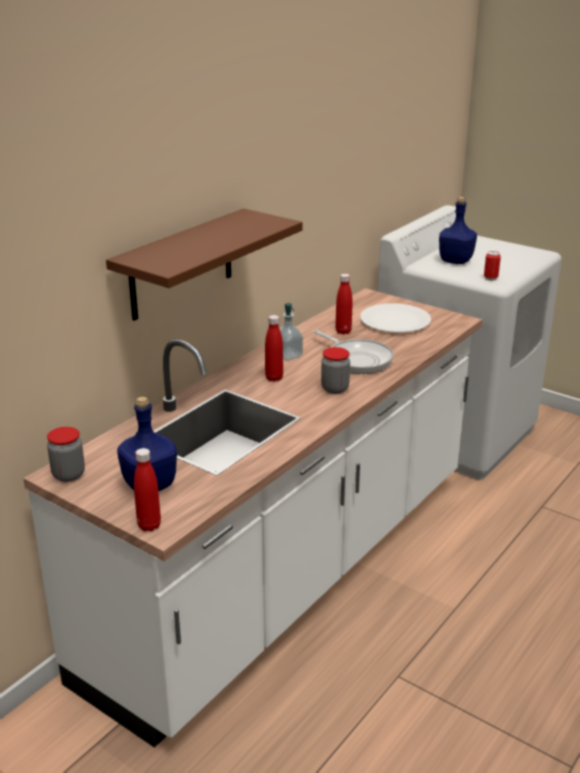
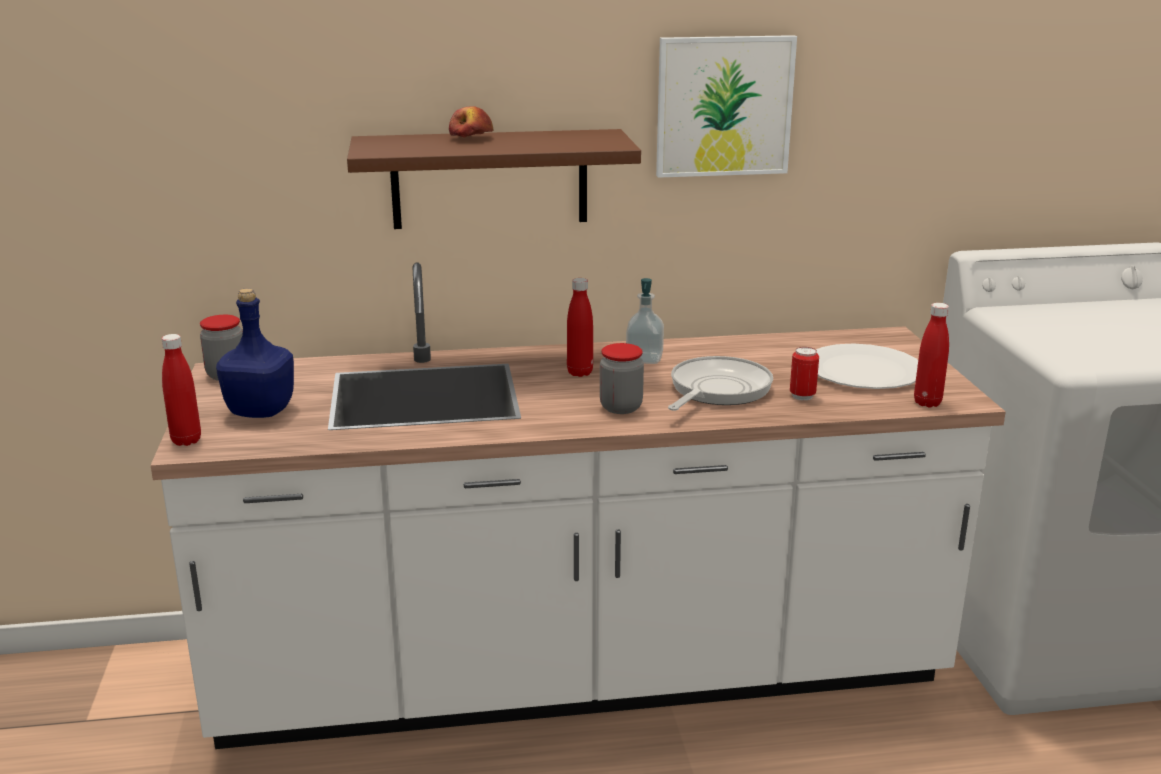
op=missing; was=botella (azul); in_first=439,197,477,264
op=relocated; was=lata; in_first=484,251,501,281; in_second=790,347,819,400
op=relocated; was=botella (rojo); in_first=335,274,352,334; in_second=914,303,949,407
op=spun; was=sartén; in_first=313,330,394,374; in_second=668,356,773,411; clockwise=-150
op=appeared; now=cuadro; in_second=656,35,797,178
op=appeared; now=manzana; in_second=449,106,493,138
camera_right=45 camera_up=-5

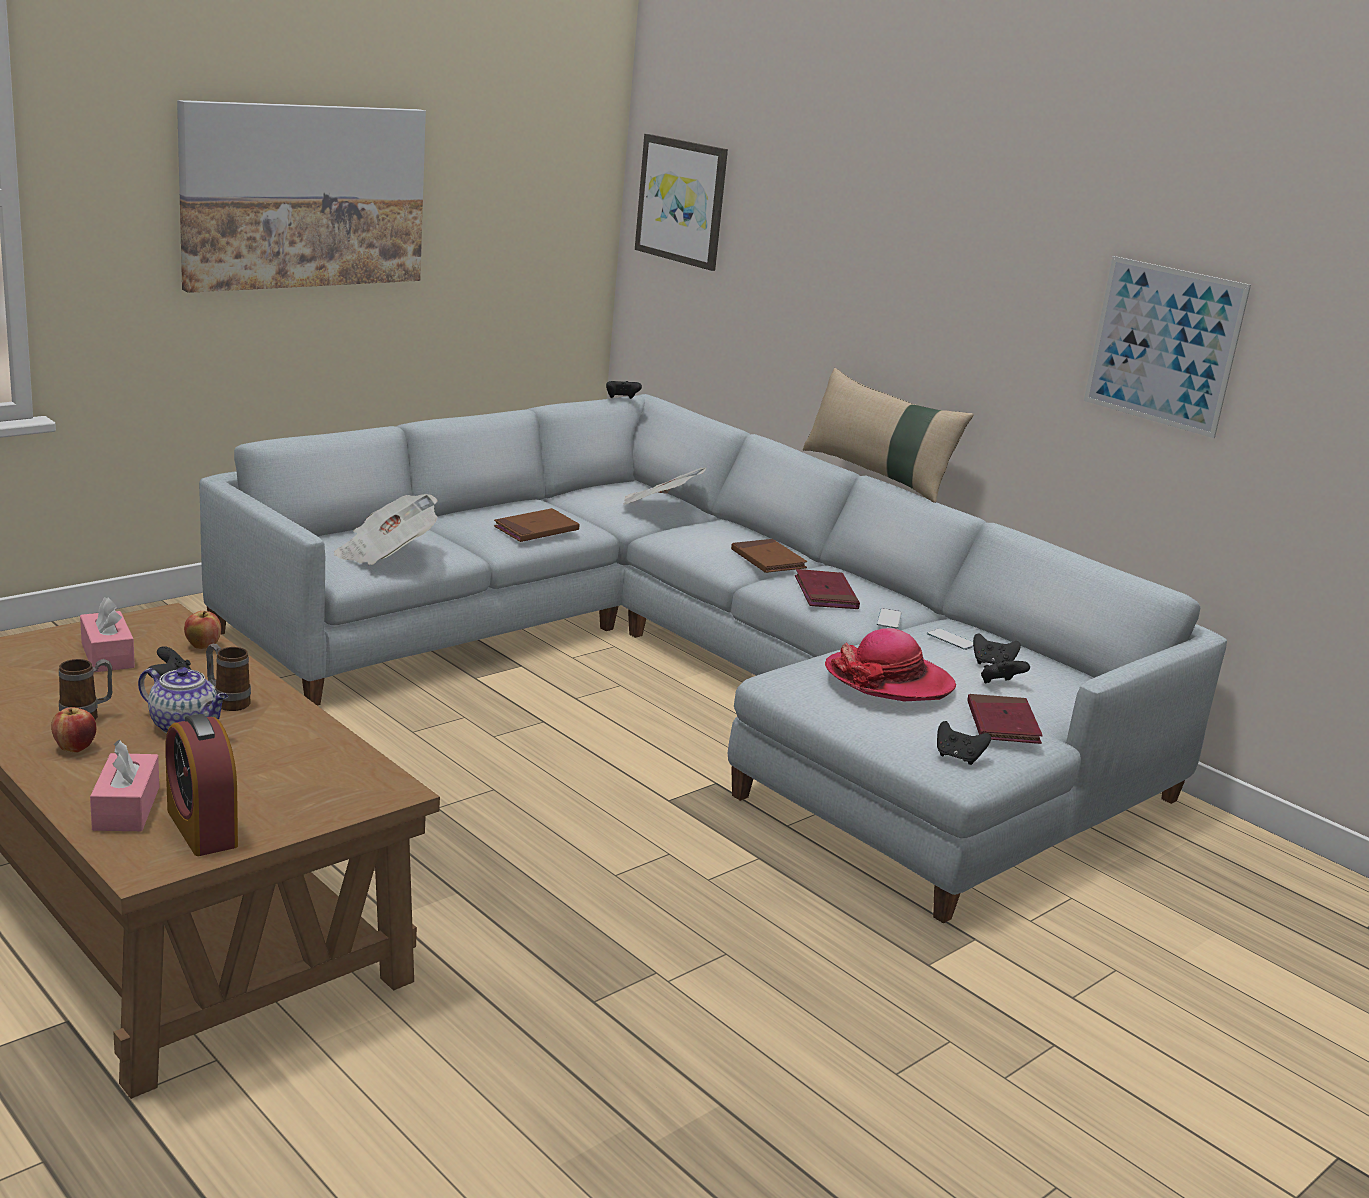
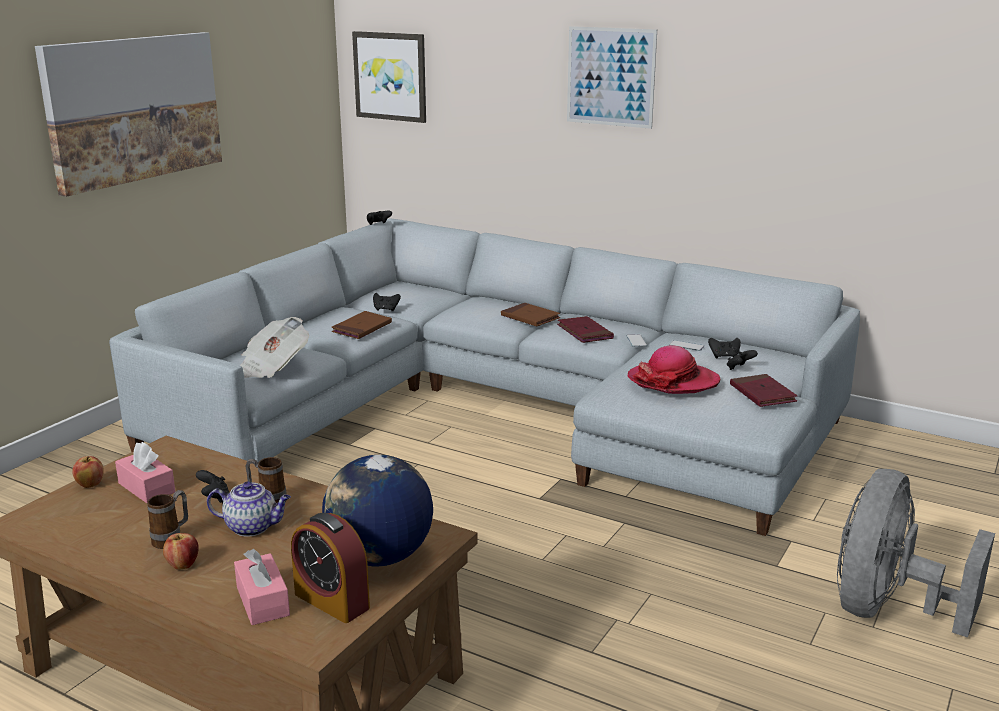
op=relocated; was=cuadro; in_first=1084,256,1251,438; in_second=567,26,657,129
op=missing; was=cojín (beis); in_first=803,368,974,503
op=missing; was=periódico; in_first=624,468,707,505
op=relocated; was=manzana; in_first=184,611,221,649; in_second=72,456,104,488
op=relocated; was=mando de consola (negro); in_first=937,721,991,765; in_second=373,293,401,312
op=appeared; now=globo terráqueo; in_second=322,455,433,566
op=appeared; now=ventilador (gris); in_second=837,469,995,637
camera_right=-15 camera_up=0

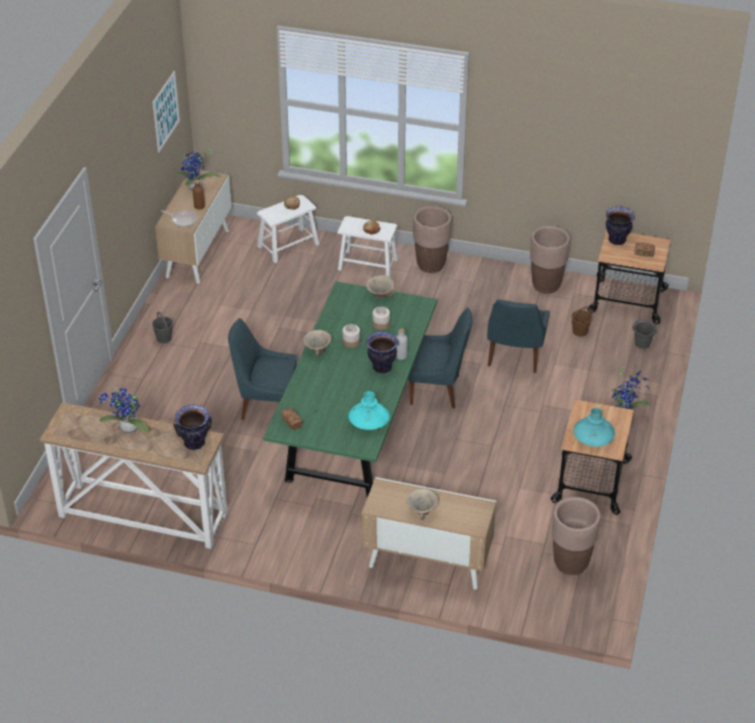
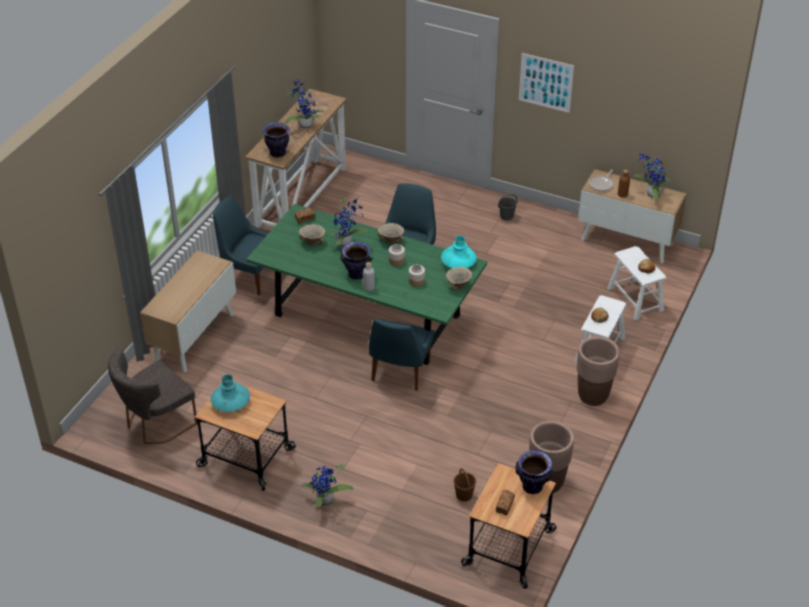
op=relocated; was=cuadro; in_first=153,71,180,153; in_second=519,53,574,113
op=relocated; was=silla (azul); in_first=487,299,550,373; in_second=213,195,268,295
op=missing; was=cubo (gris); in_first=632,319,657,349
op=relocated; was=florero (turquesa); in_first=348,391,390,430; in_second=441,236,477,268
op=relocated; was=cuenco (beis); in_first=407,489,438,520; in_second=299,224,325,245
op=exchanged; was=maceta (marrón); now=silla (gris); in_first=552,497,601,575; in_second=108,348,197,444
op=appeared; now=planta en maceta; in_second=328,196,367,247
camera_right=100 camera_up=0

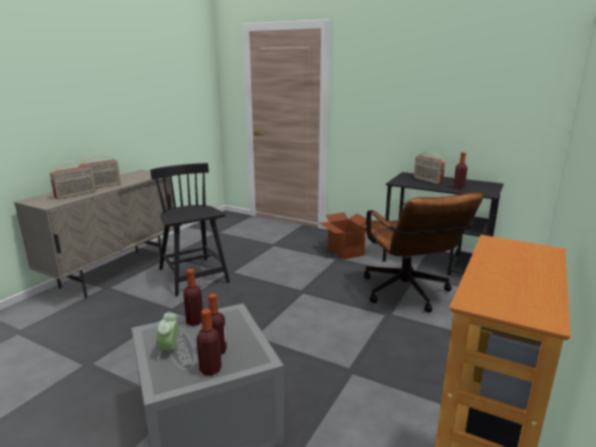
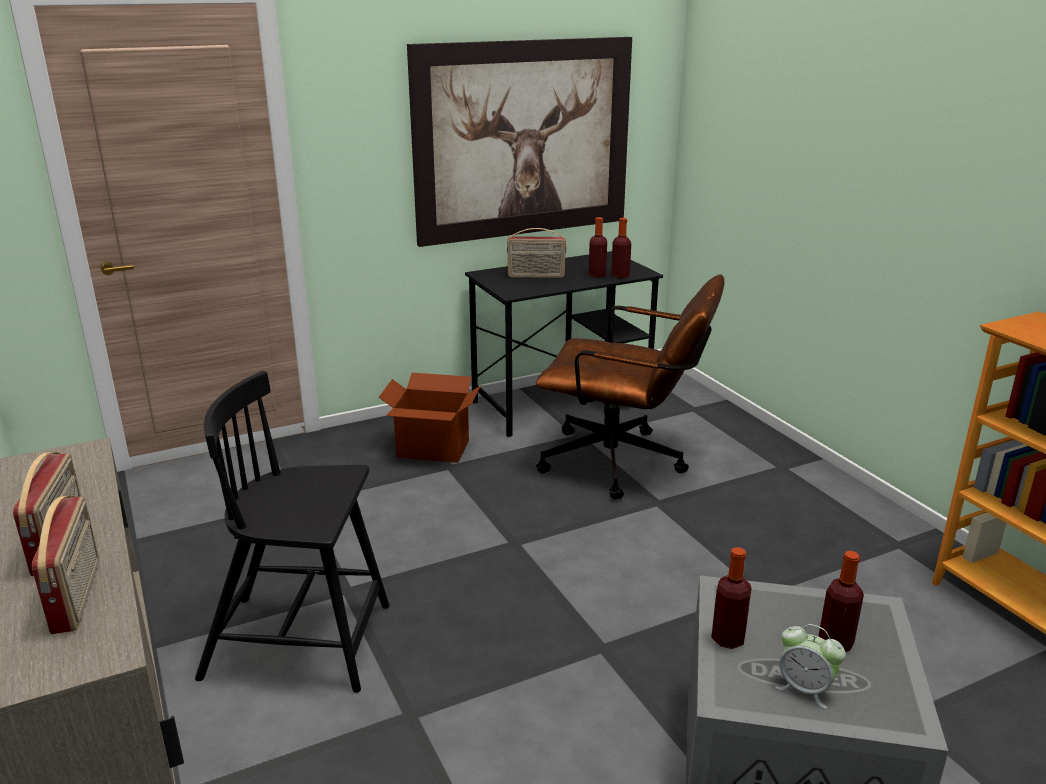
op=relocated; was=botella; in_first=196,309,222,376; in_second=611,218,631,278
op=appeared; now=cuadro; in_second=407,37,632,247
camera_right=-55 camera_up=5

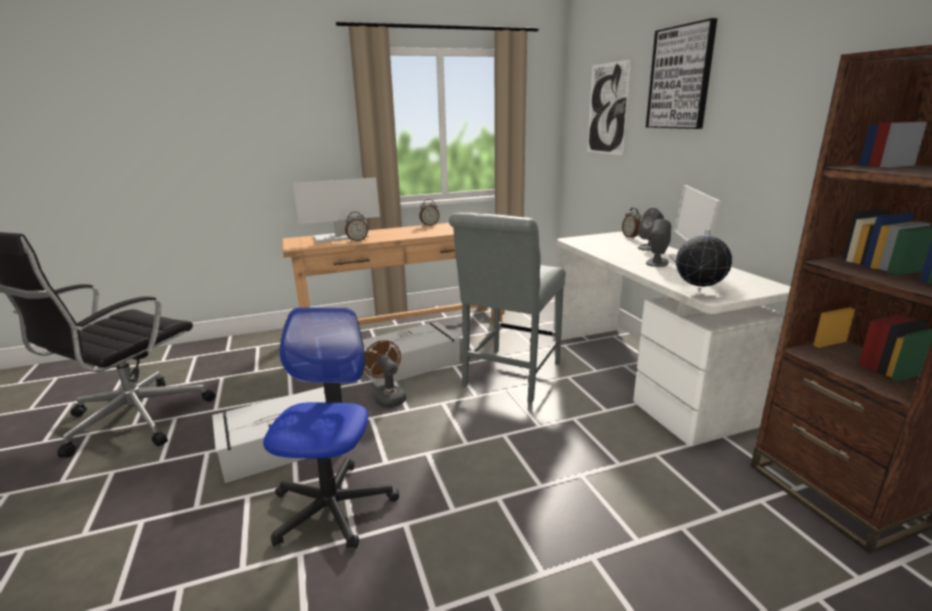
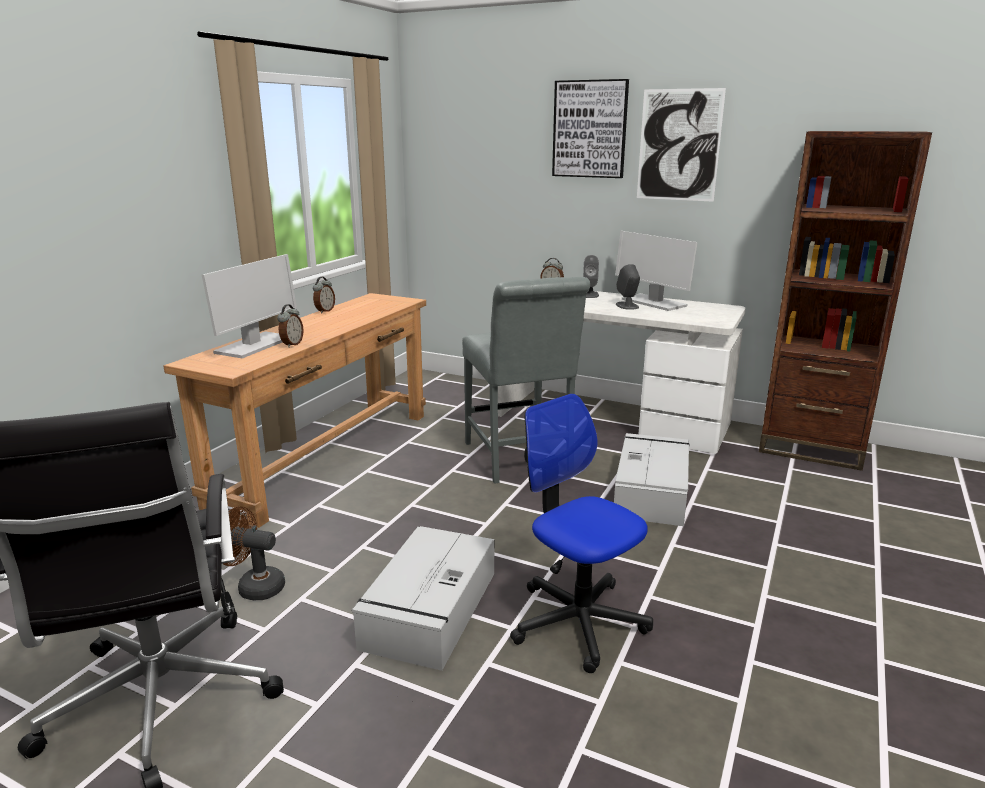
op=relocated; was=cuadro; in_first=587,59,631,155; in_second=637,88,726,202
op=missing; was=globo terráqueo; in_first=676,230,732,293
op=relocated; was=caja de almacenaje (gris); in_first=363,322,460,387; in_second=614,433,690,526
op=relocated; was=ventilador (marrón); in_first=364,340,406,408; in_second=223,507,285,600
camera_right=-45 camera_up=0

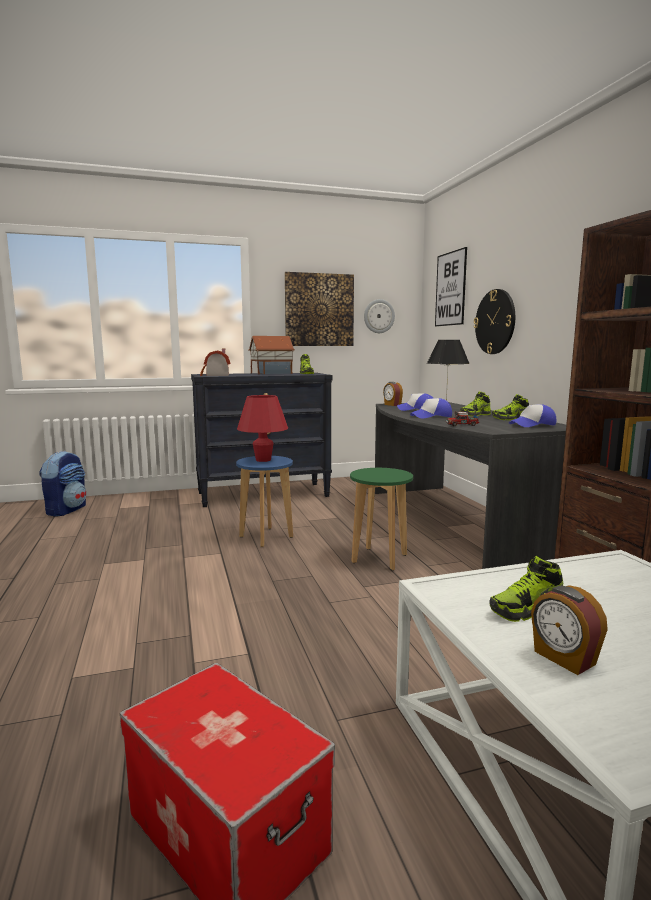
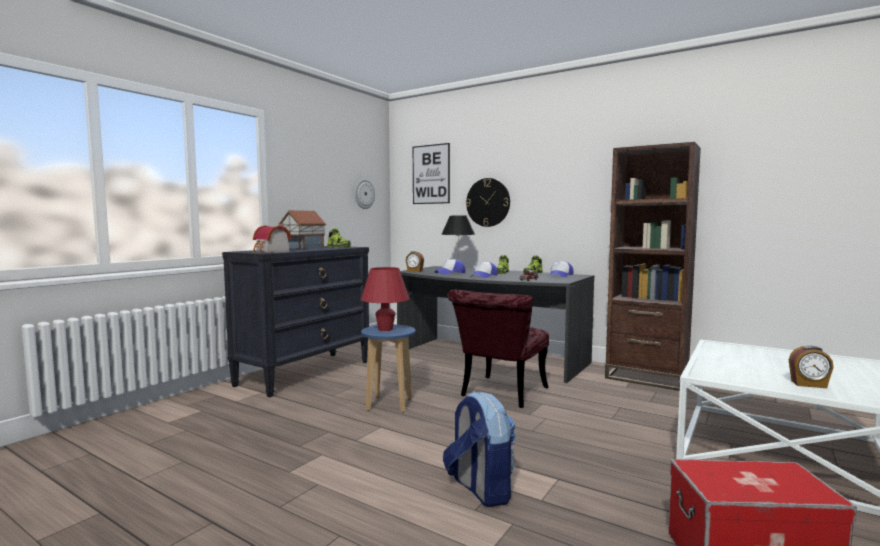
op=missing; was=cuadro; in_first=285,272,354,346
op=relocated; was=mochila; in_first=39,451,86,517; in_second=443,391,516,507
op=exchanged; was=taburete (verde); now=silla (rojo); in_first=350,468,413,570; in_second=447,290,549,408
op=missing; was=zapato; in_first=489,556,563,622
camera_right=-40 camera_up=-5

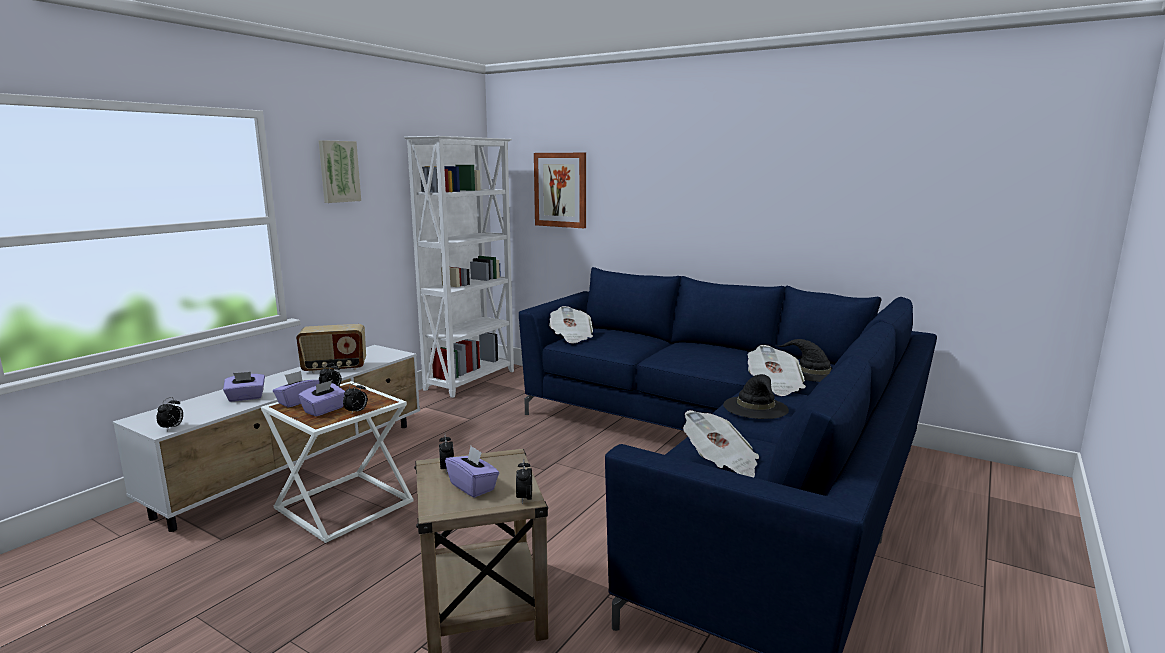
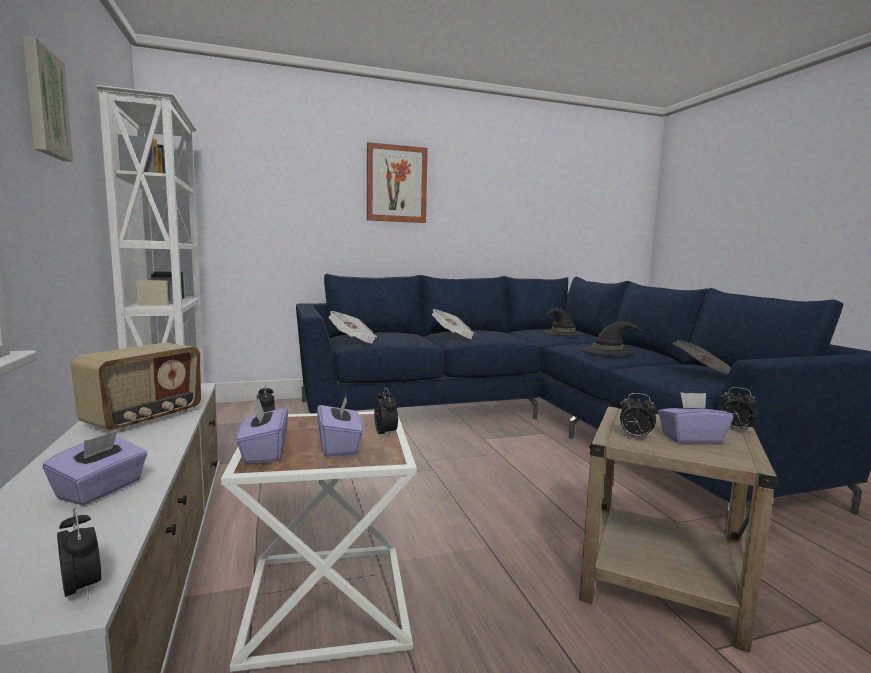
op=relocated; was=cuadro; in_first=534,153,586,228; in_second=367,142,428,223
op=relocated; was=periódico; in_first=748,345,806,396; in_second=432,309,474,339
camera_right=-50 camera_up=-5

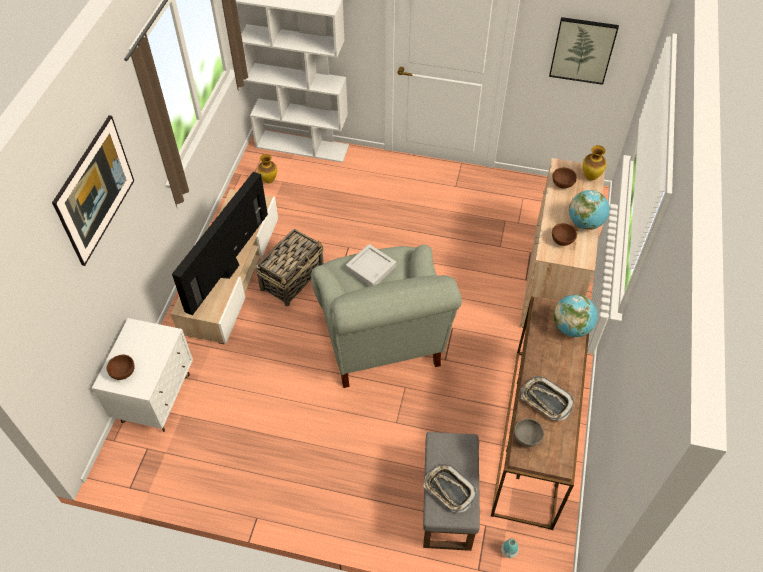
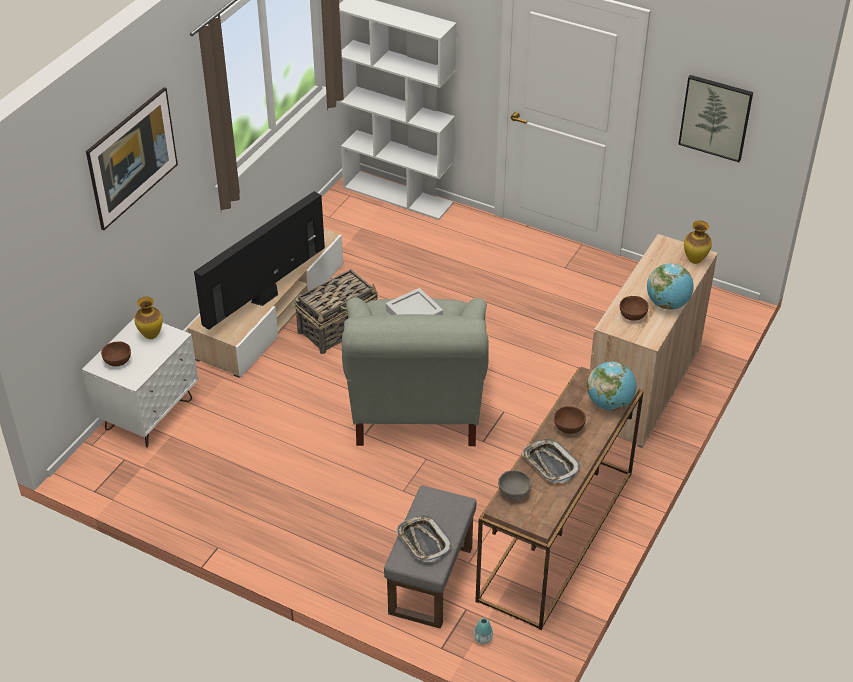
op=relocated; was=florero; in_first=258,154,277,183; in_second=134,297,163,339
op=relocated; was=cuenco (marrón); in_first=552,168,577,189; in_second=554,406,586,434
camera_right=15 camera_up=-10

